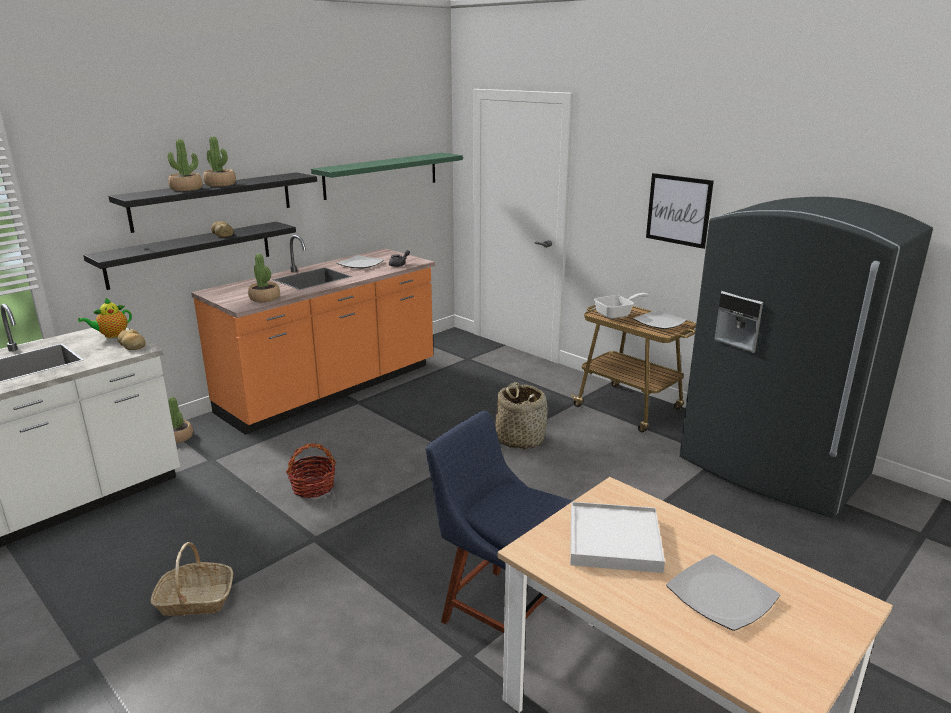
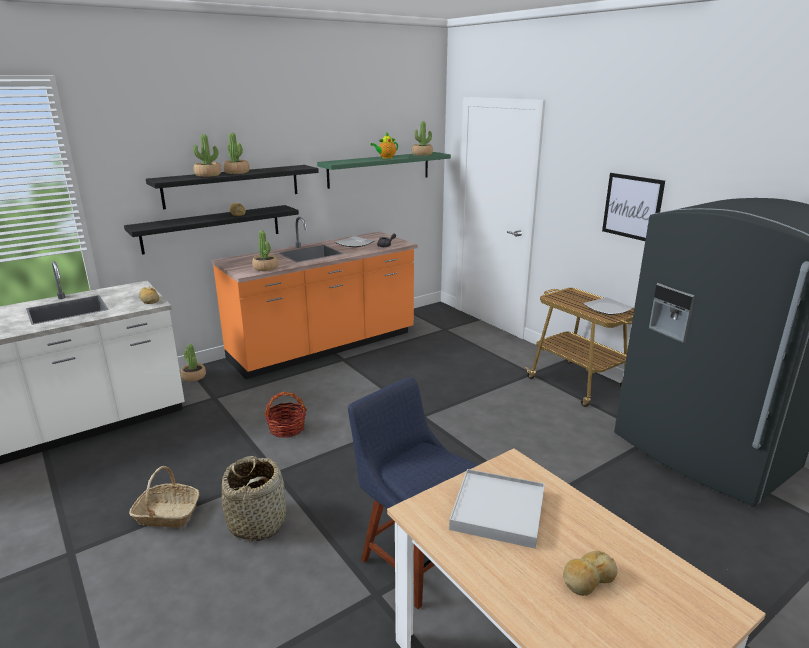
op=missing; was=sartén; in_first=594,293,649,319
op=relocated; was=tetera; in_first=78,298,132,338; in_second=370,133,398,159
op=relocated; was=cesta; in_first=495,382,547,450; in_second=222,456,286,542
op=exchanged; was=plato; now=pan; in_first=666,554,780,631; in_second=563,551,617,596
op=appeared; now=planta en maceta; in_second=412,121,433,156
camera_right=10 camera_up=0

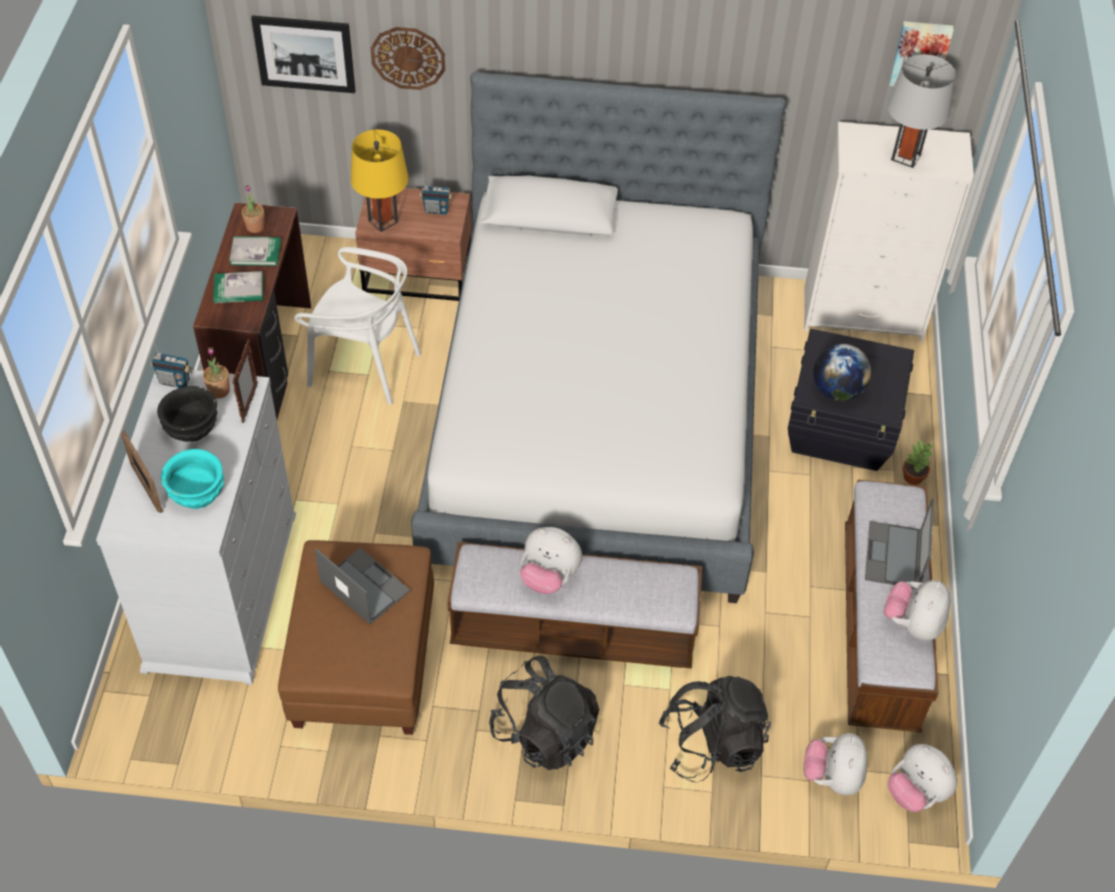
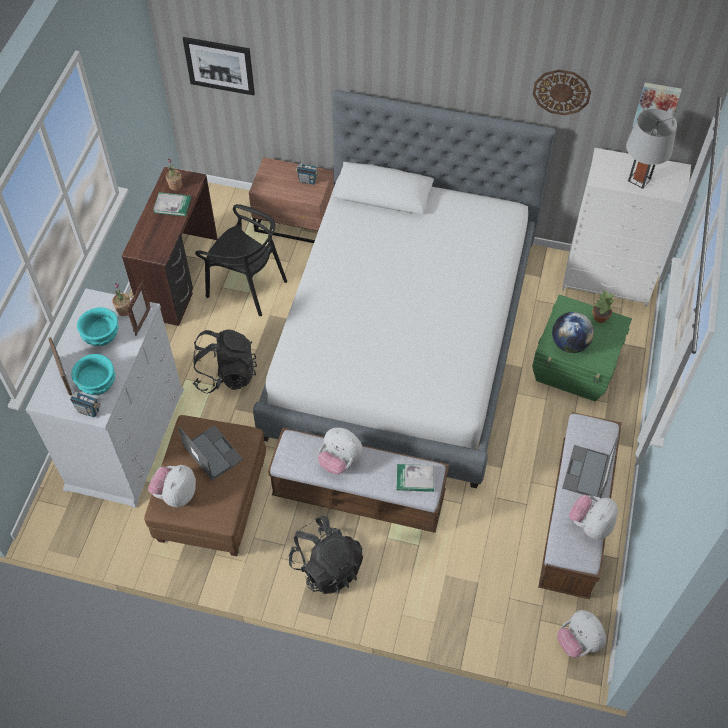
op=relocated; was=reloj de pared; in_first=371,27,445,90; in_second=533,69,591,115
op=missing; was=lámpara de mesa (amarillo); in_first=351,129,409,232
op=colour; was=silla (blanco); now=silla (negro); in_first=294,247,421,404; in_second=195,204,287,316
op=relocated; was=libro; in_first=213,271,263,303; in_second=397,464,434,492
op=colour; was=caja de almacenaje (negro); now=caja de almacenaje (verde); in_first=788,329,914,471; in_second=532,295,632,401
op=relocated; was=radio; in_first=151,342,193,388; in_second=70,385,101,418
op=colour; was=cuenco (negro); now=cuenco (turquesa); in_first=157,386,217,442; in_second=77,307,119,346
op=relocated; was=planta en maceta; in_first=902,439,934,485; in_second=592,290,614,323
op=relocated; was=mochila (negro); in_first=658,676,771,782; in_second=193,329,257,394
op=relocated; was=peluche; in_first=804,733,867,795; in_second=148,465,196,507
camera_right=10 camera_up=5

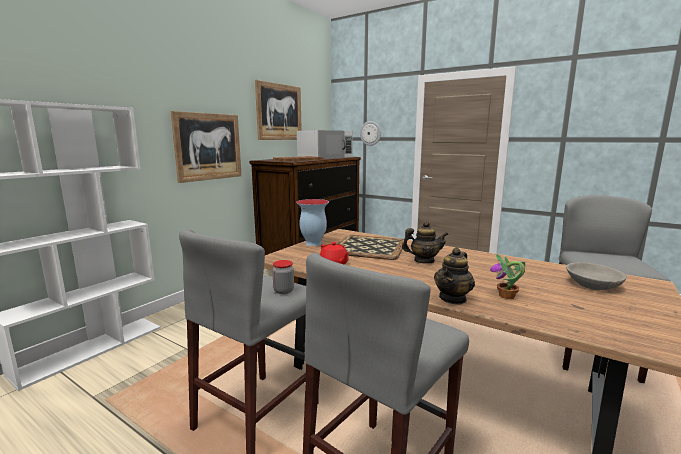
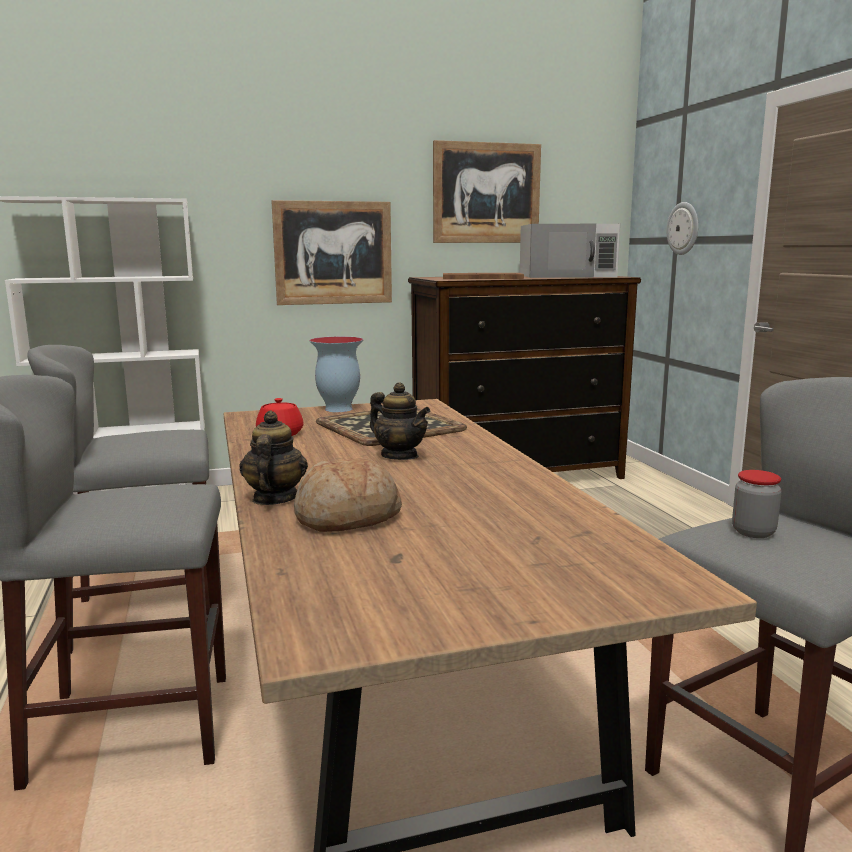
op=spun; was=tetera; in_first=434,247,475,305; in_second=239,411,308,505; clockwise=105
op=exchanged; was=planta en maceta; now=pan; in_first=490,254,525,299; in_second=294,458,402,532
op=relocated; was=tarro; in_first=272,260,294,294; in_second=732,470,782,538
op=missing; was=cuenco (gris); in_first=566,262,627,290
camera_right=40 camera_up=0

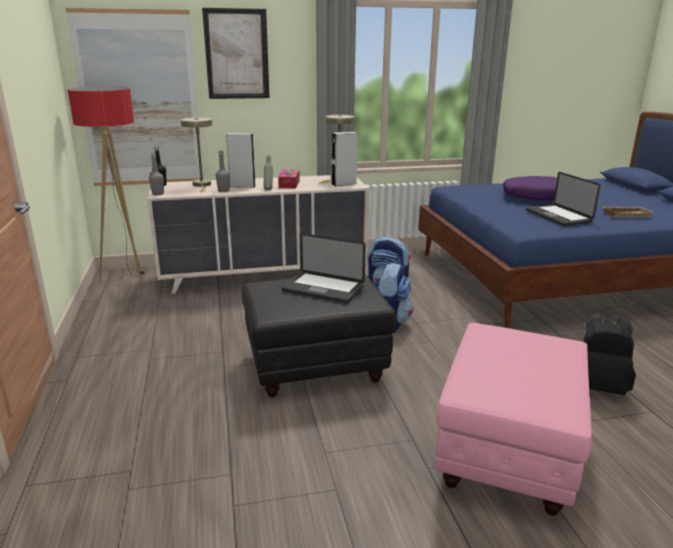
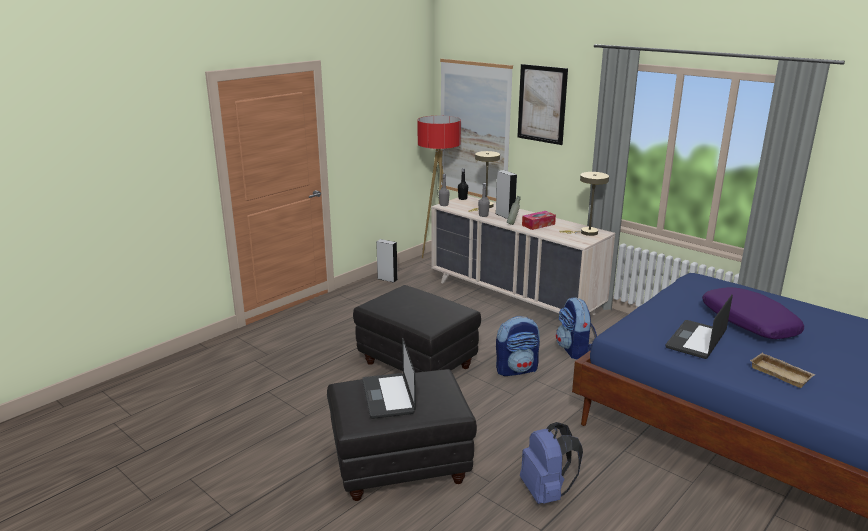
op=relocated; was=altavoz (gris); in_first=331,131,358,186; in_second=376,239,398,283
op=relocated; was=portátil; in_first=282,233,366,303; in_second=362,337,416,419
op=colour; was=mochila (negro); now=mochila (azul); in_first=583,313,636,395; in_second=520,422,583,504
op=colour; was=puf (rosa); now=puf (negro); in_first=435,323,592,516; in_second=327,369,477,501
camera_right=55 camera_up=0

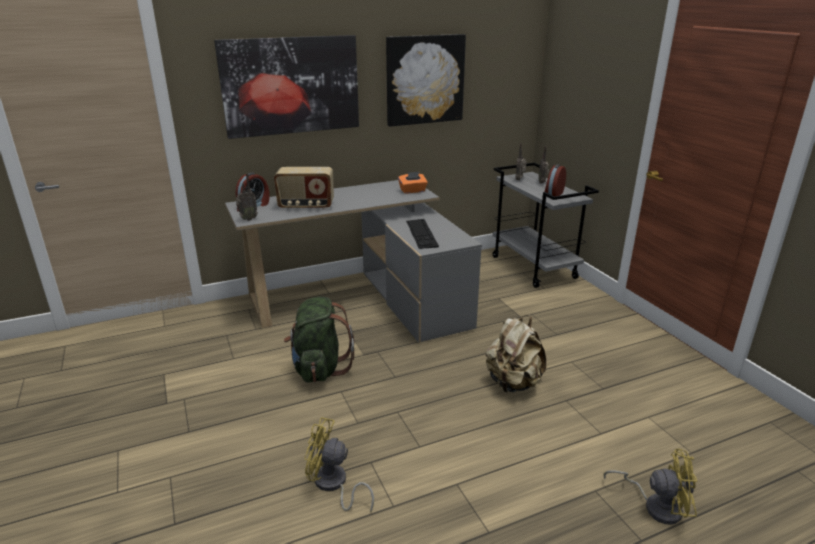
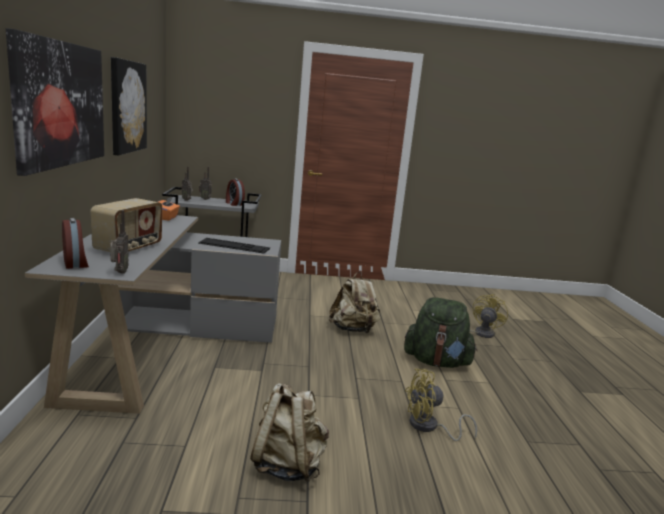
op=relocated; was=mochila (verde); in_first=284,297,354,383; in_second=404,297,477,368
op=spun; was=ventilador (amarillo); in_first=304,417,374,513; in_second=405,369,477,441; clockwise=45
op=appeared; now=mochila (beis); in_second=250,383,329,482
camera_right=-70 camera_up=-10

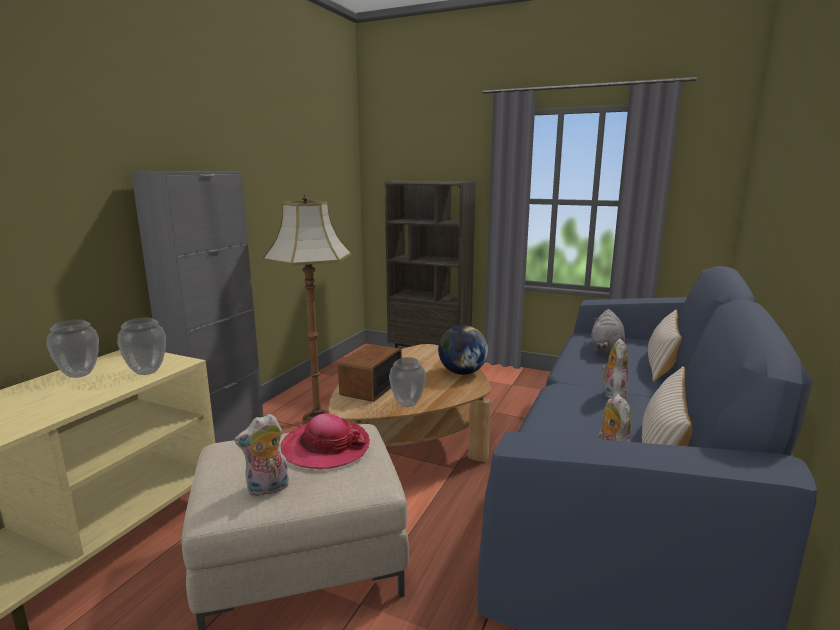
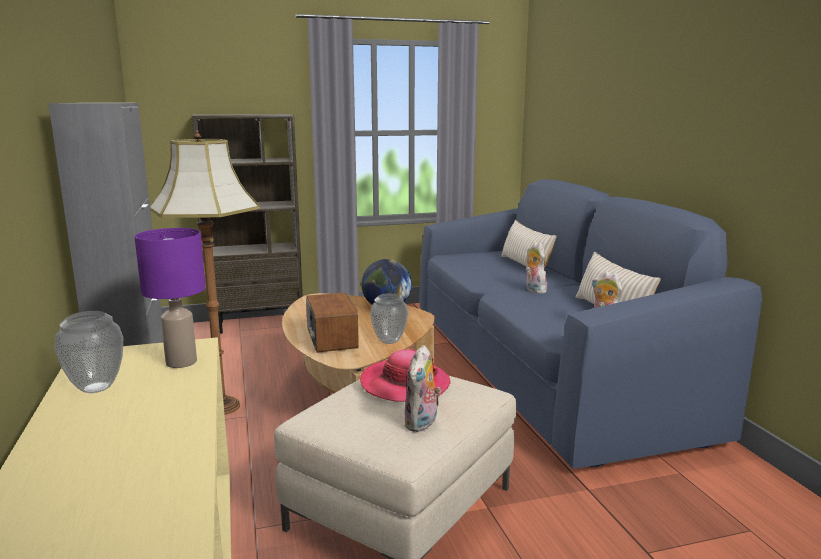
op=missing; was=peluche (gris); in_first=591,309,625,353
op=exchanged; was=florero; now=lámpara de mesa (morado); in_first=117,317,166,375; in_second=134,228,206,368
camera_right=-40 camera_up=0

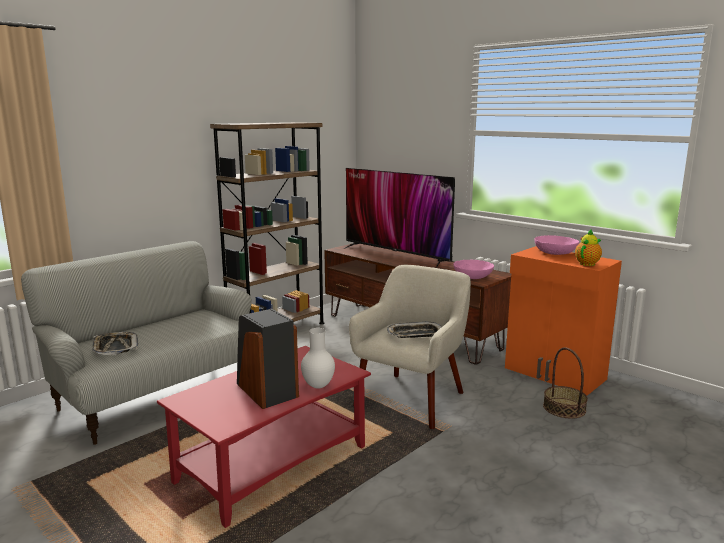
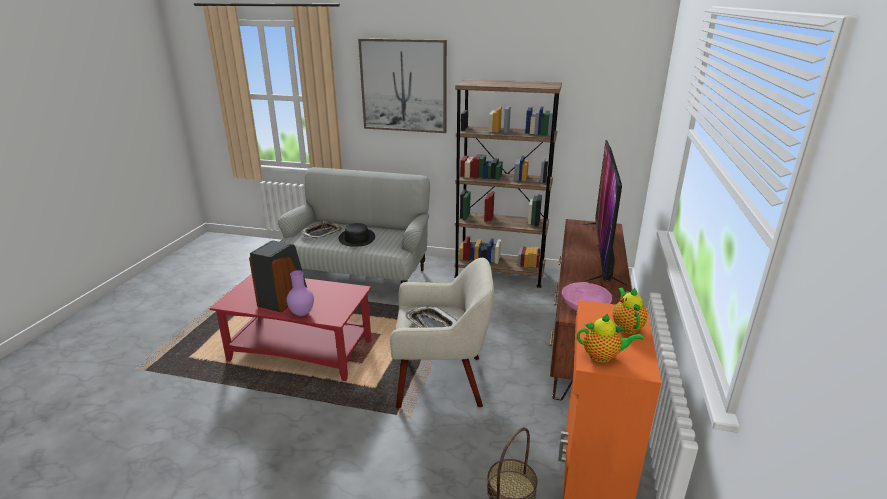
op=exchanged; was=cuenco (rosa); now=tetera; in_first=534,235,579,255; in_second=613,287,648,334
op=colour; was=florero (blanco); now=florero (morado); in_first=301,328,335,389; in_second=287,270,314,316
op=appeared; now=cuadro; in_second=358,38,447,133
op=appeared; now=sombrero (negro); in_second=339,223,375,247
camera_right=60 camera_up=10

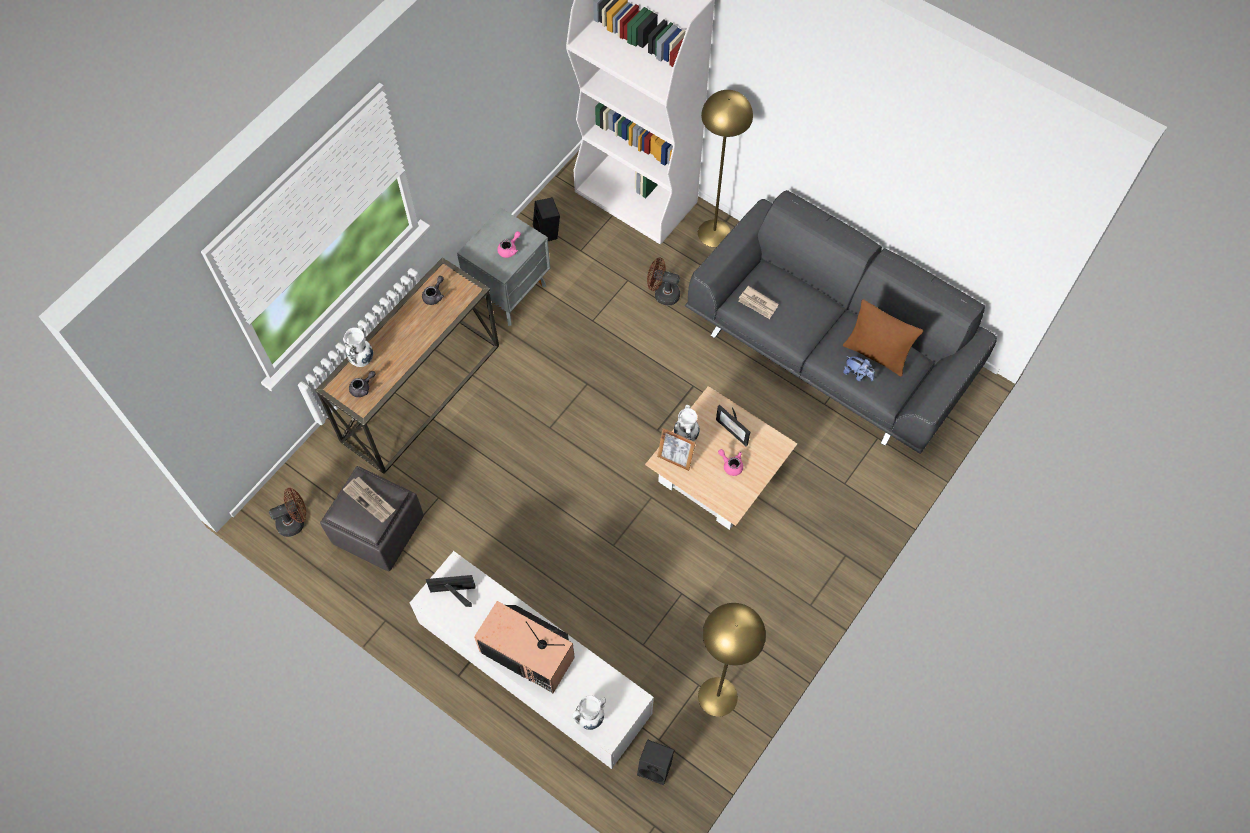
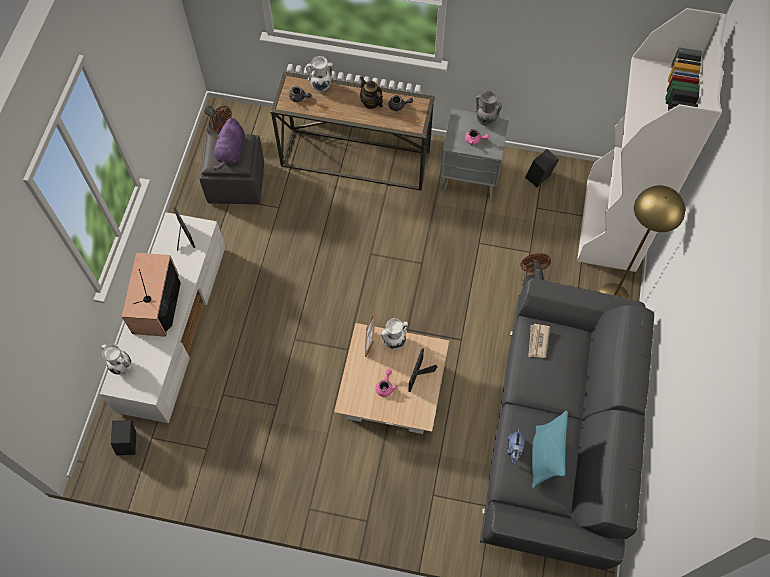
op=colour; was=cojín (marrón); now=cojín (turquesa); in_first=843,299,923,377; in_second=531,411,568,489
op=exchanged; was=periódico; now=peluche (morado); in_first=343,477,395,523; in_second=213,118,245,170
op=missing; was=lámpara de pie (amarillo); in_first=698,603,766,717
op=appeared; now=tetera; in_second=360,77,383,109
op=appeared; now=florero (gris); in_second=475,91,502,126
camera_right=65 camera_up=0

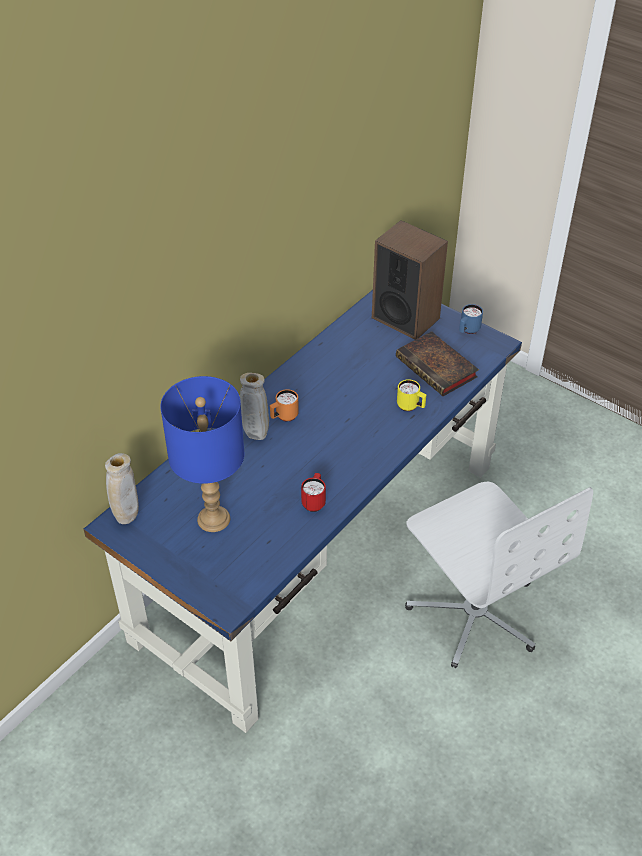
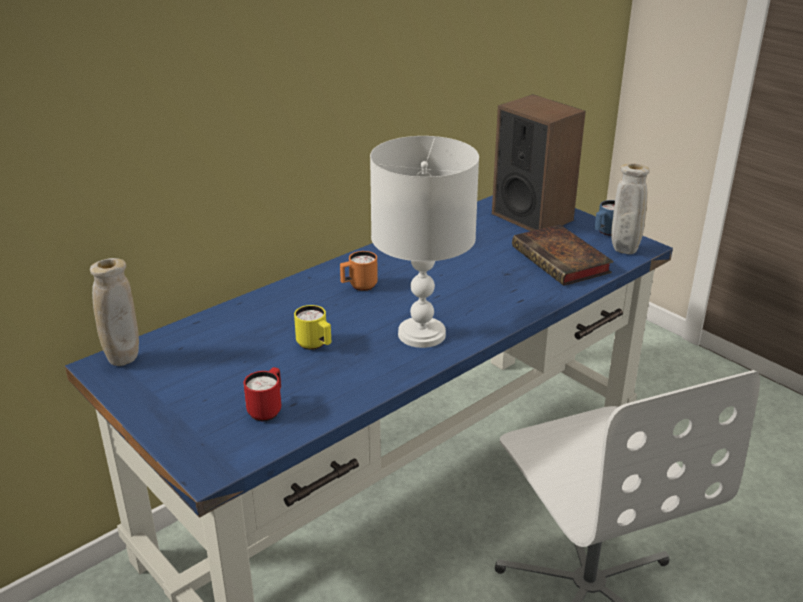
op=relocated; was=florero (beis); in_first=240,373,269,440; in_second=611,163,650,254
op=missing; was=lámpara de mesa (azul); in_first=160,376,244,532
op=relocated; was=taza grande (amarillo); in_first=397,379,426,411; in_second=294,305,331,350
op=relocated; was=taza grande (rojo); in_first=301,473,326,512; in_second=243,367,281,421
op=appeared; now=lámpara de mesa (blanco); in_second=370,136,479,348
camera_right=10 camera_up=-15

